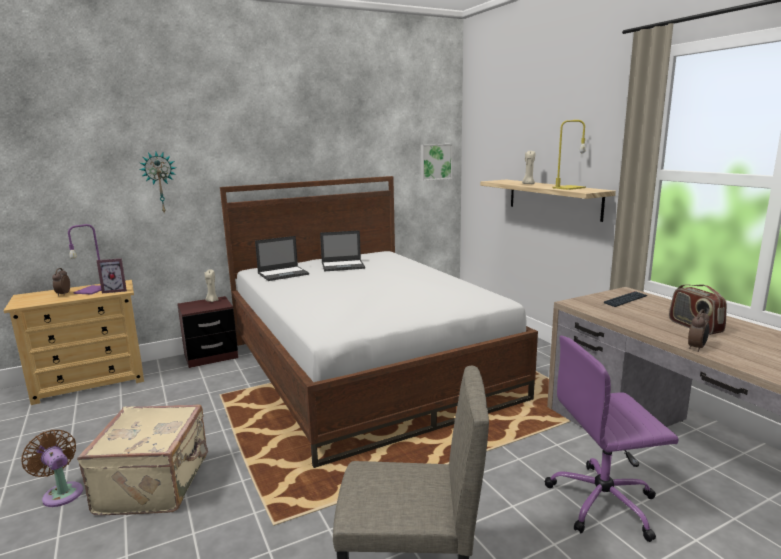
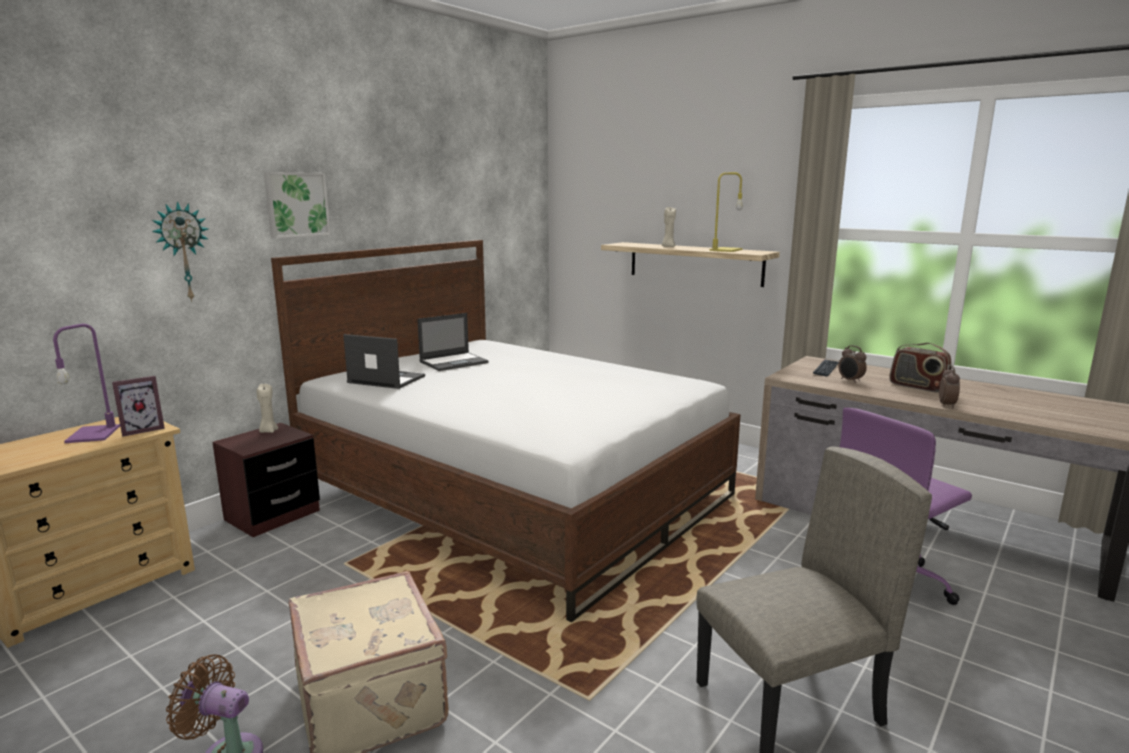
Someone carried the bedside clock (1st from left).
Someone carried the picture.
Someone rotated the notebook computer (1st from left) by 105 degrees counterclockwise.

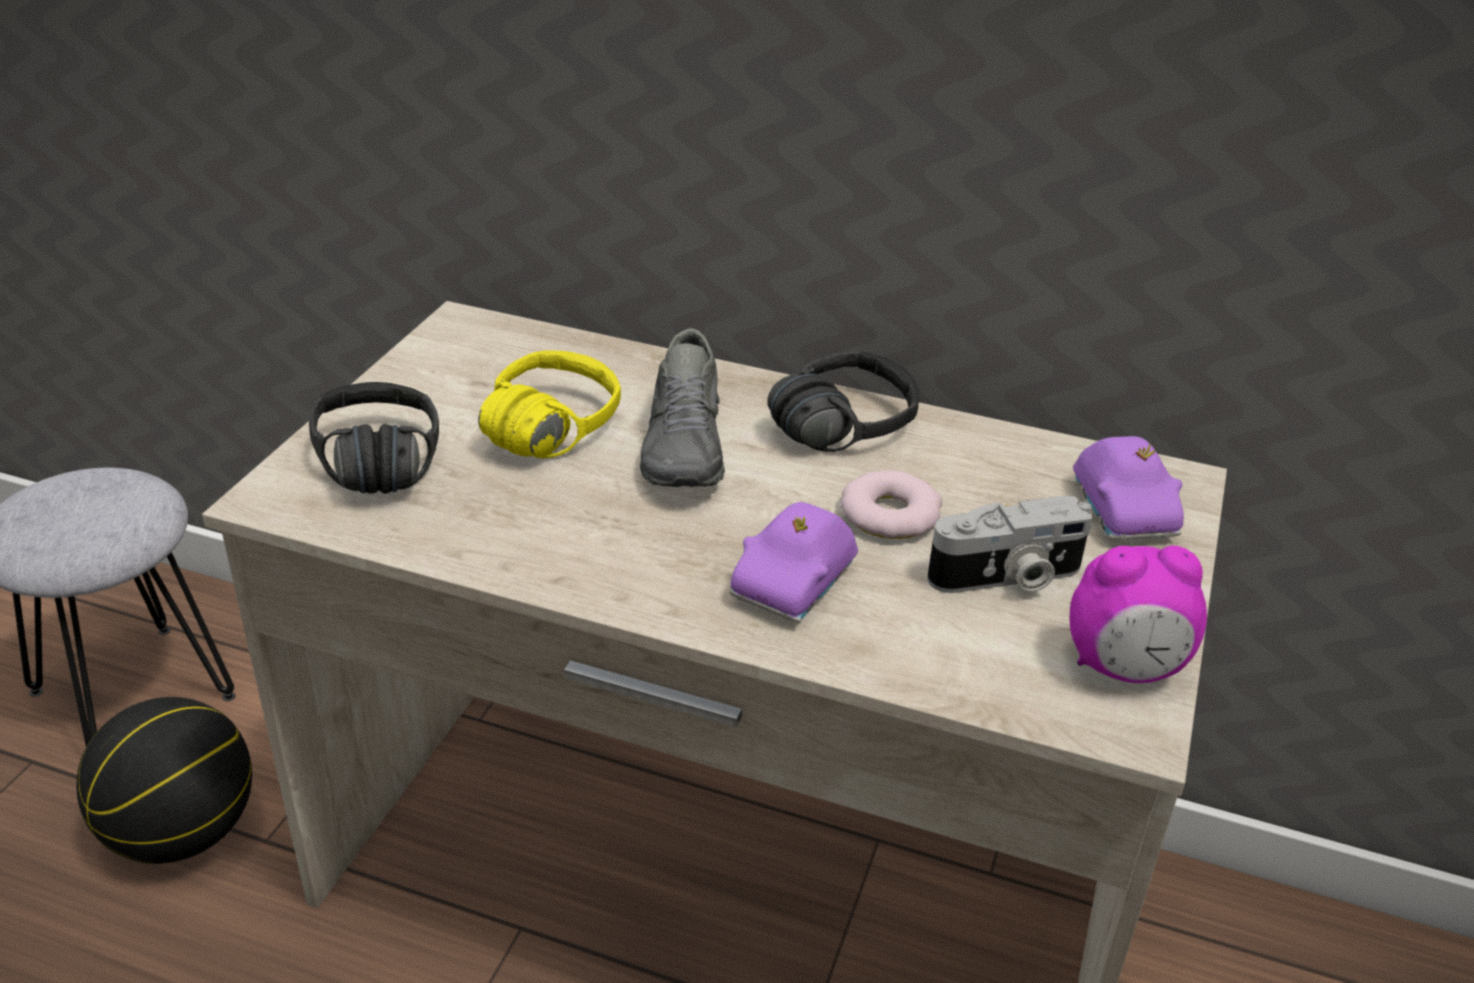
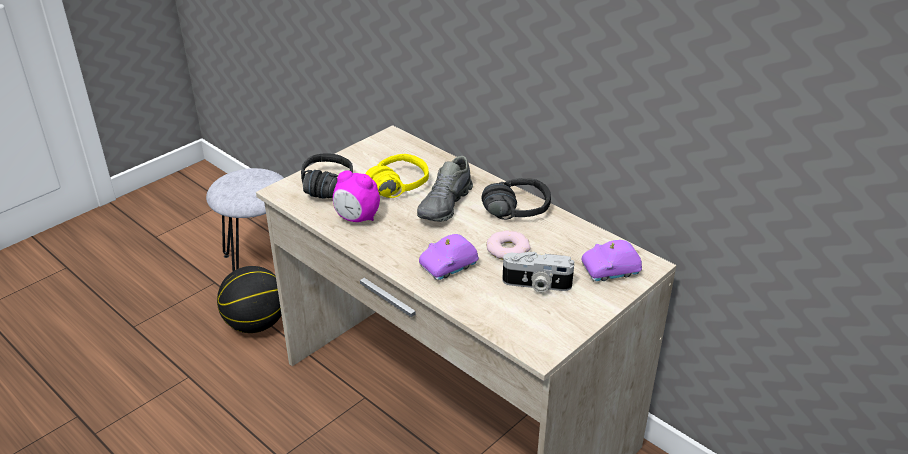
Someone carried the bedside clock.
Someone rotated the model car (purple) (2nd from left) by 60 degrees clockwise.

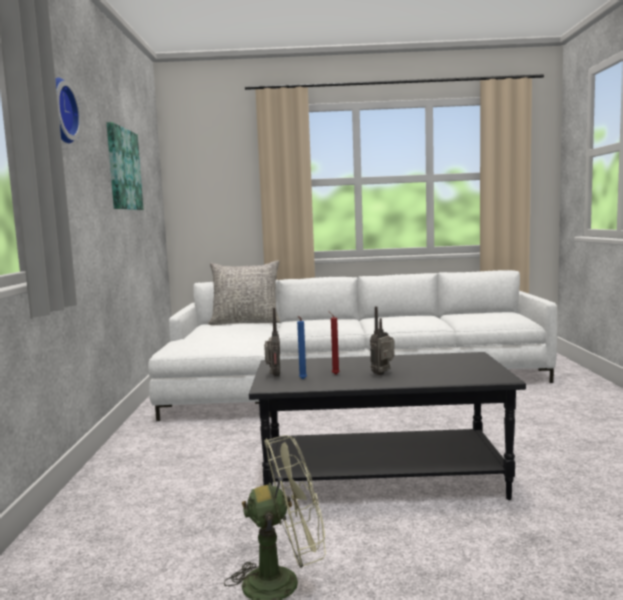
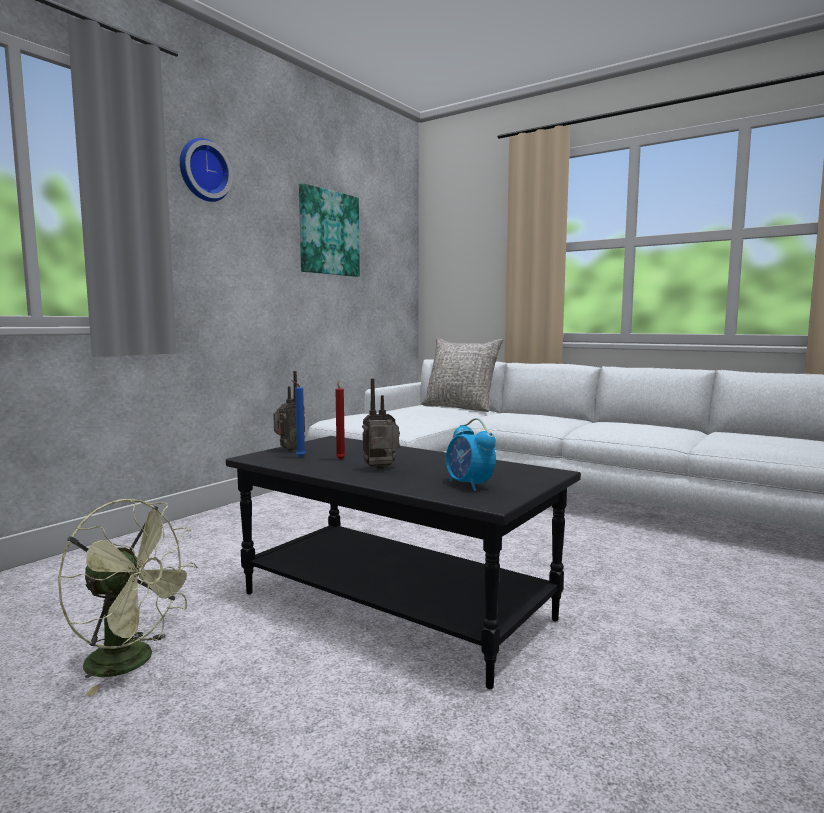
Someone put down the bedside clock.

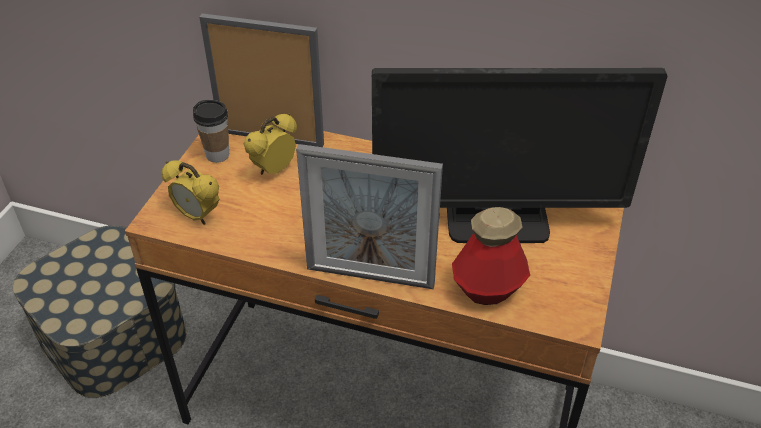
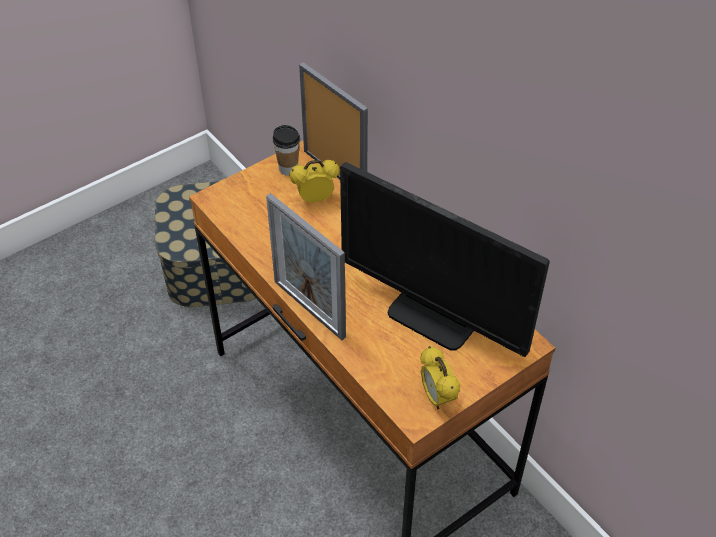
Someone took away the bottle.
Someone carried the bedside clock (1st from left in the first image).

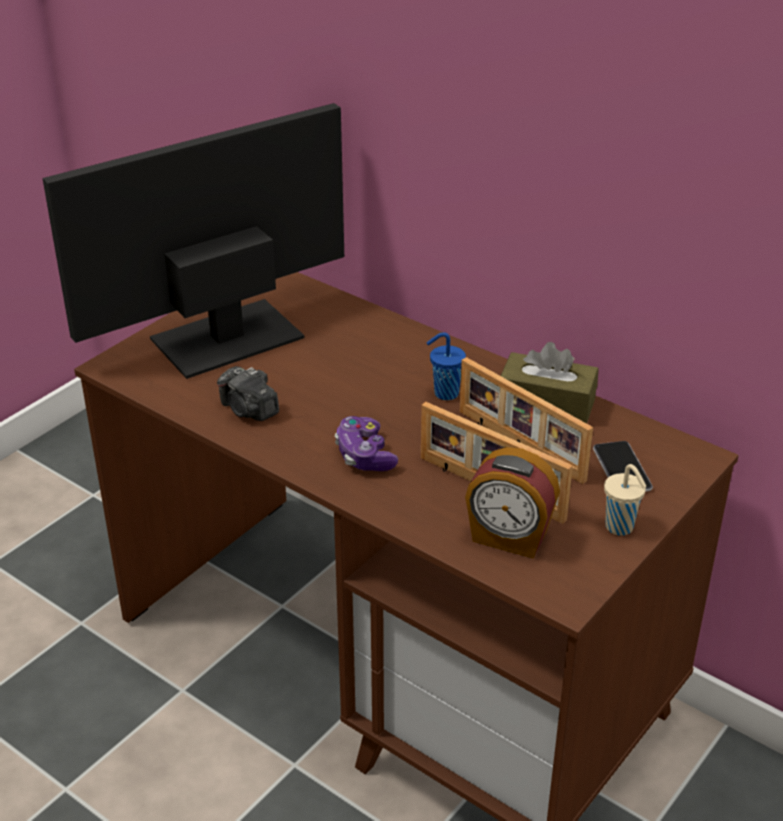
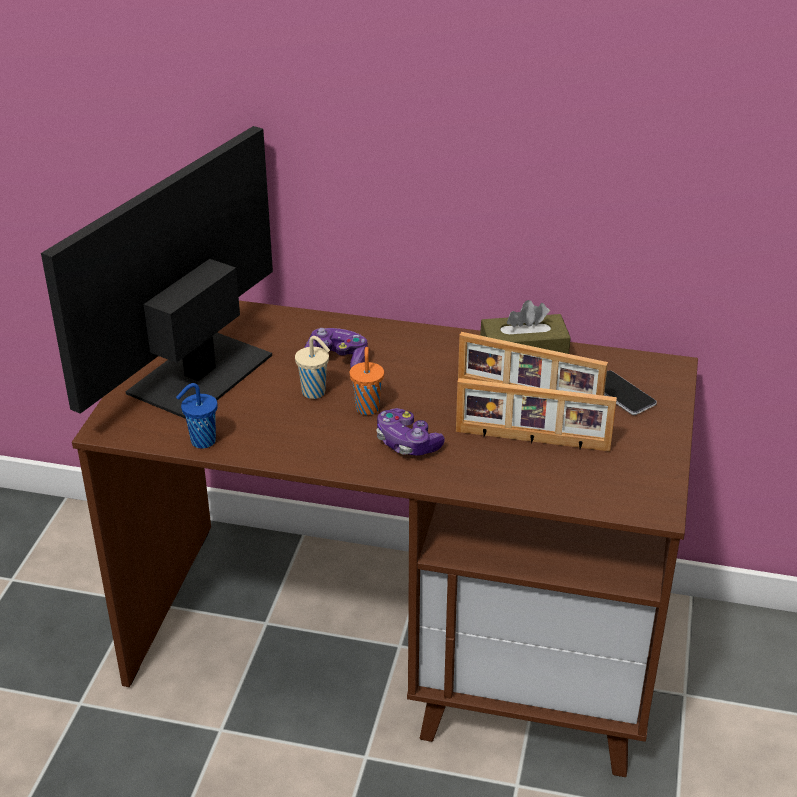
Someone took away the still camera.
Someone took away the bedside clock.
Someone put down the game controller (1st from left).
Someone put down the small cup (orangey).
Someone carried the small cup (blue-coloured).
Someone carried the small cup (beige-coloured).

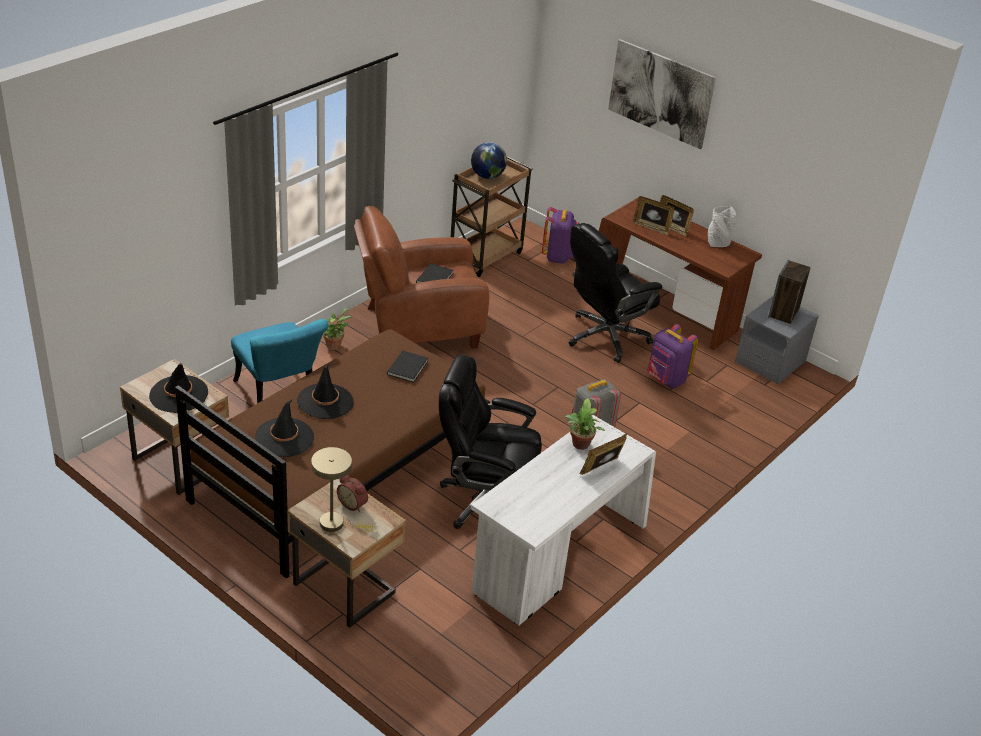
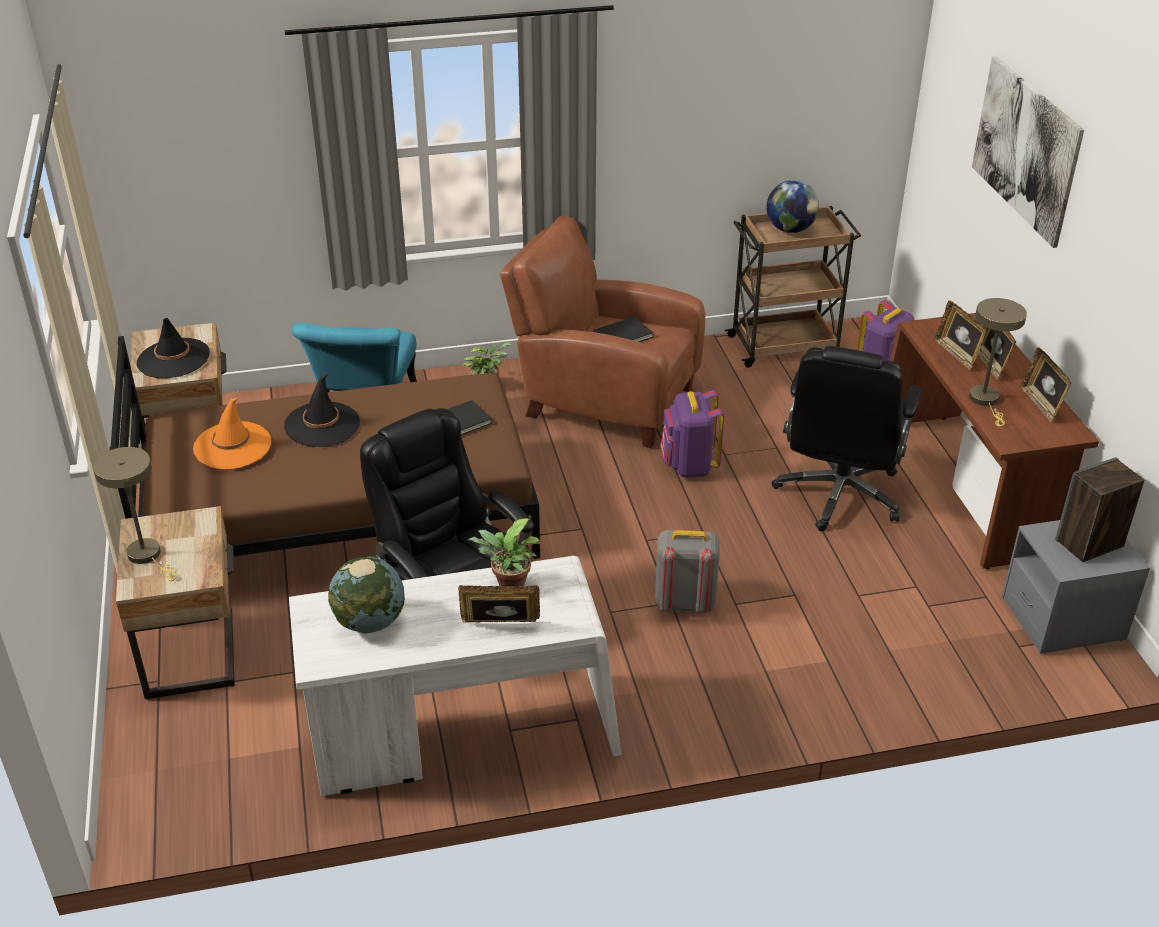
Someone took away the bedside clock.
Someone put down the world globe (1st from left).
Someone put down the tabletop lamp (beige-coloured) (2nd from left).
Someone carried the rucksack (purple) (2nd from left in the first image).
Someone swapped the decorative vase (greyish) for the picture frame (4th from left).
Someone repainted the clothing hat (black) (2nd from left), which became the clothing hat (orangey).
Someone rotated the office chair (black) (2nd from left) by 75 degrees counterclockwise.

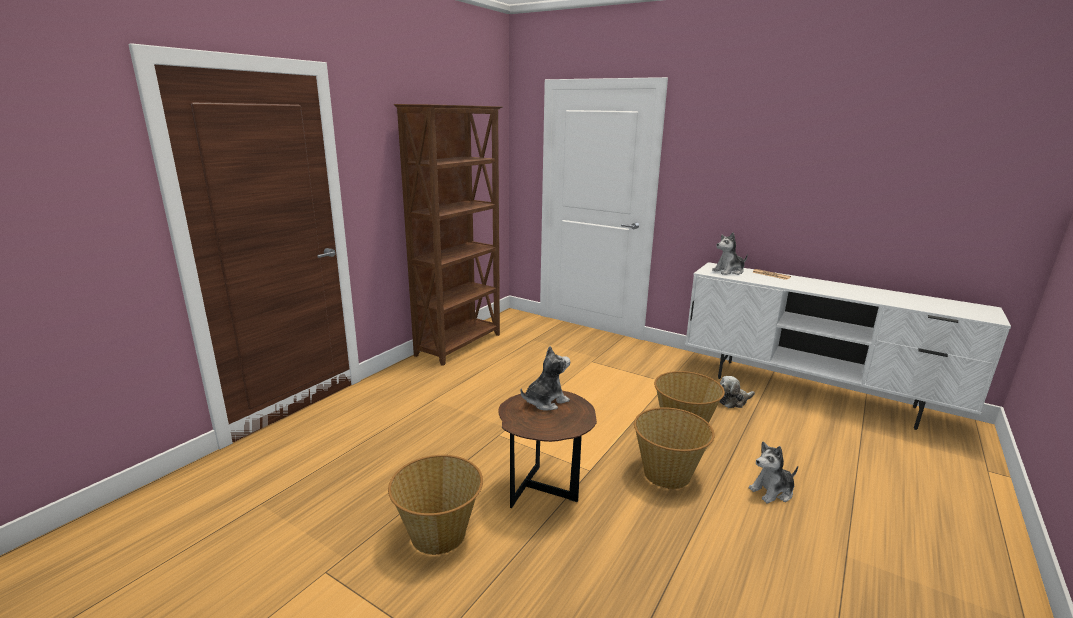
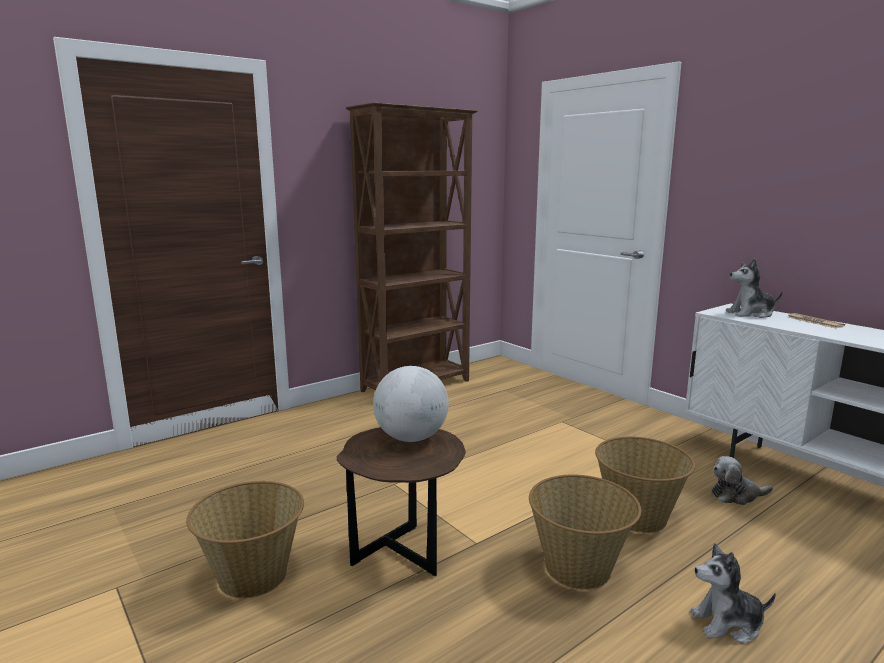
Someone swapped the cuddly toy (1st from left) for the world globe.

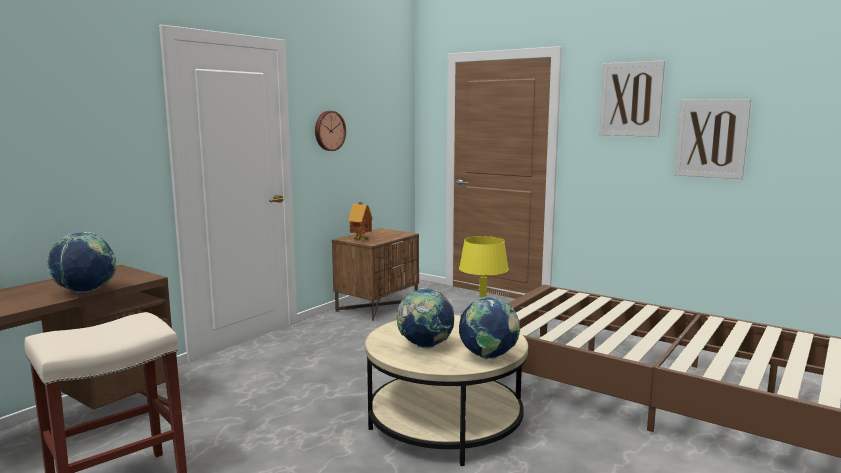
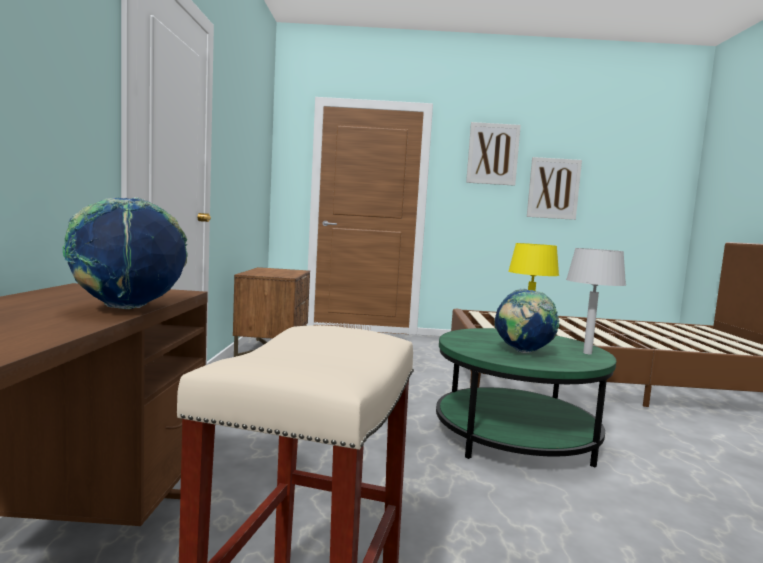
Someone took away the hanging clock.
Someone took away the model house.
Someone swapped the world globe (3rd from left) for the tabletop lamp (greyish).
Someone repainted the coffee table (beige-coloured), which became the coffee table (greenish).

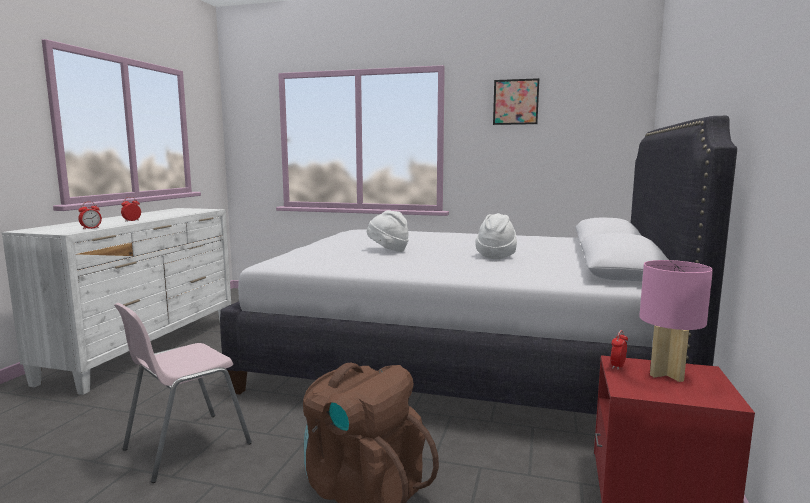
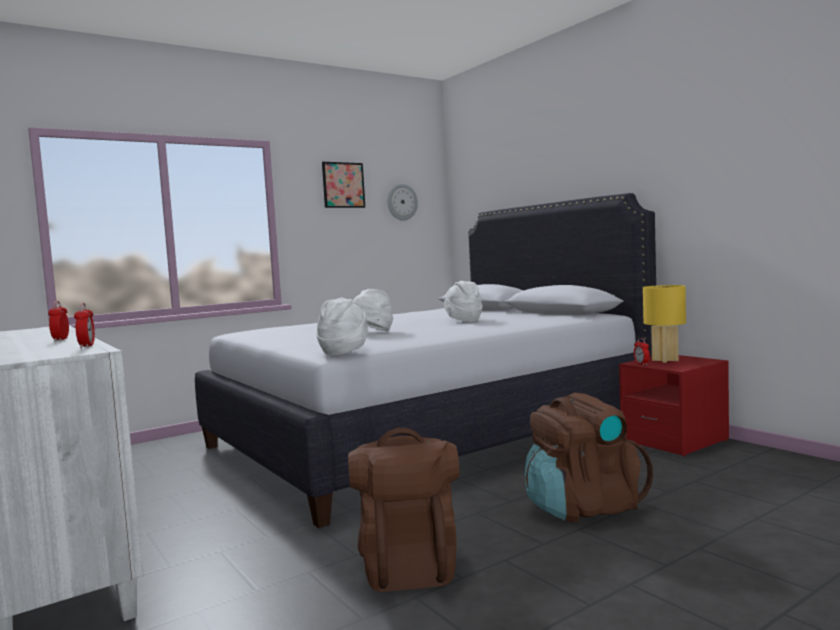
Someone put down the clothing hat (white) (1st from left).
Someone put up the hanging clock.
Someone swapped the upright chair (pink-coloured) for the rucksack (brownish) (1st from left).
Someone repainted the tabletop lamp (pink-coloured), which became the tabletop lamp (yellowish).

